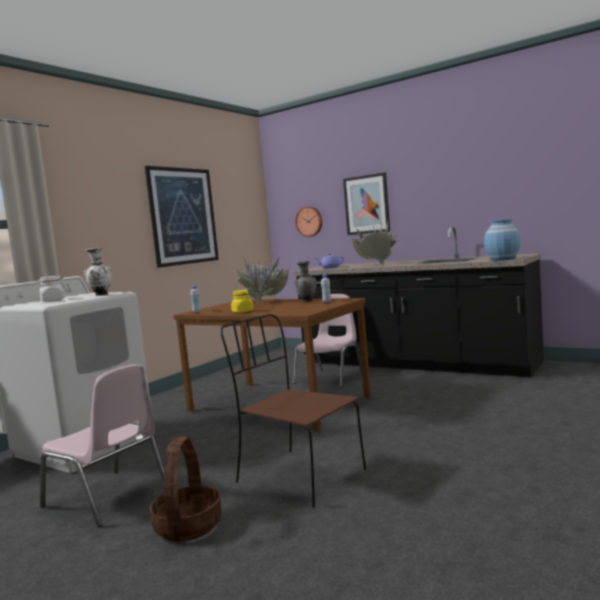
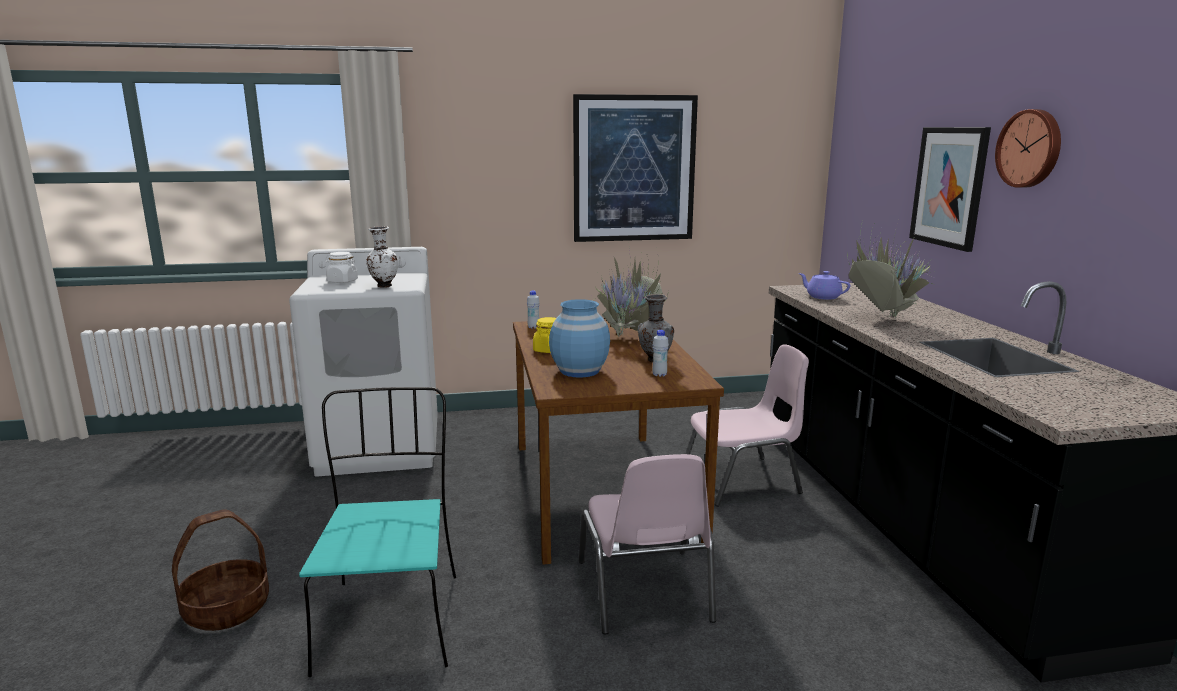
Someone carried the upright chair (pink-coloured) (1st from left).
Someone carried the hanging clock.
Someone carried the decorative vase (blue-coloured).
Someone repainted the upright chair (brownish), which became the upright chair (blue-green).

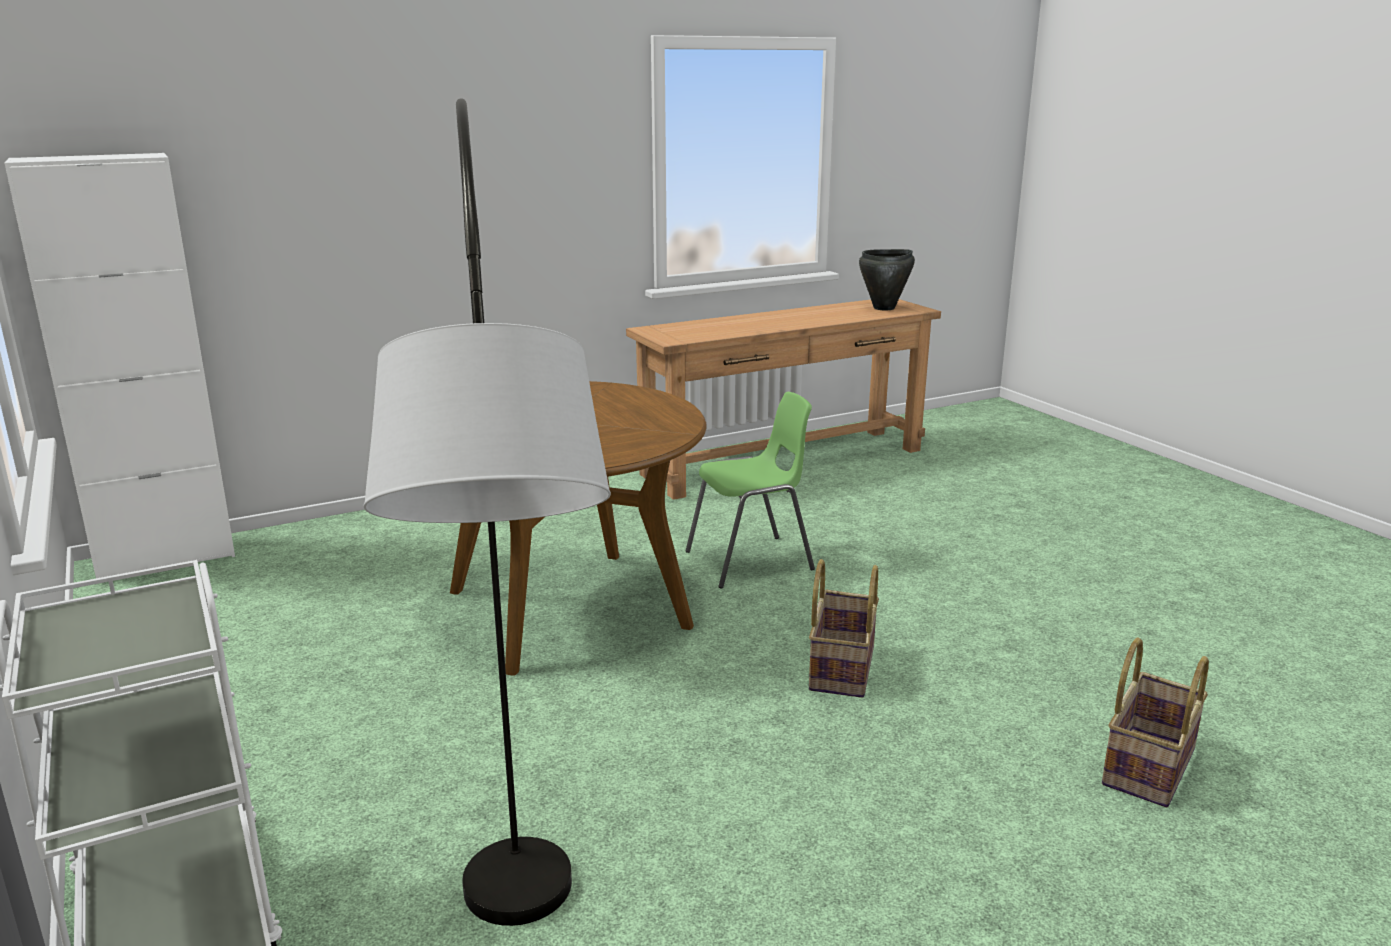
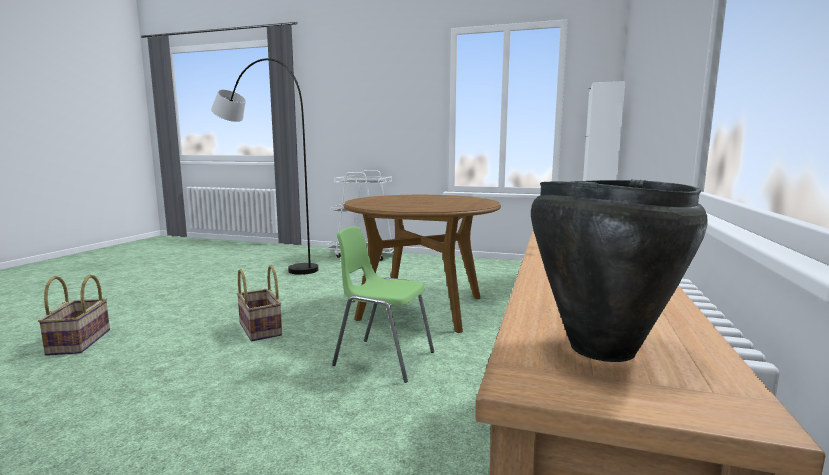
Someone rotated the upright chair (greenish) by 90 degrees clockwise.

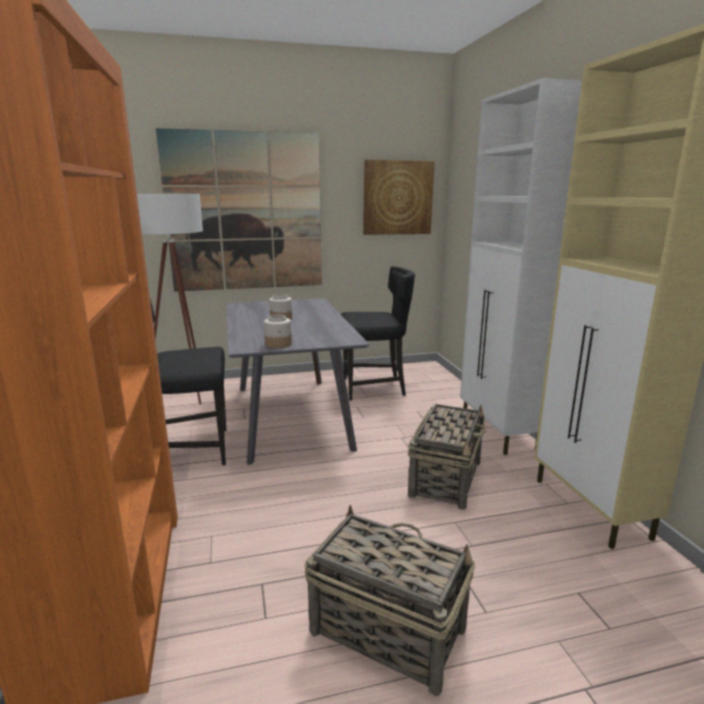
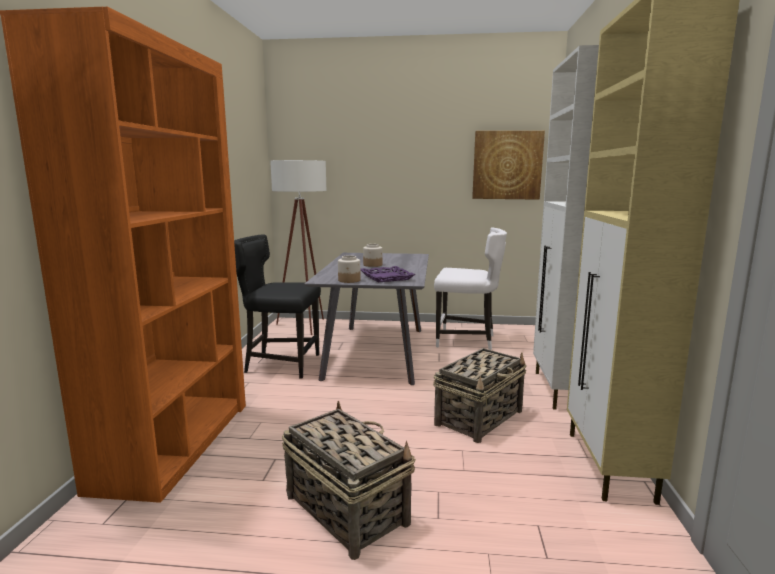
Someone took away the picture (1st from left).
Someone put down the carrying tray (purple).
Someone repainted the upright chair (black) (2nd from left), which became the upright chair (white).

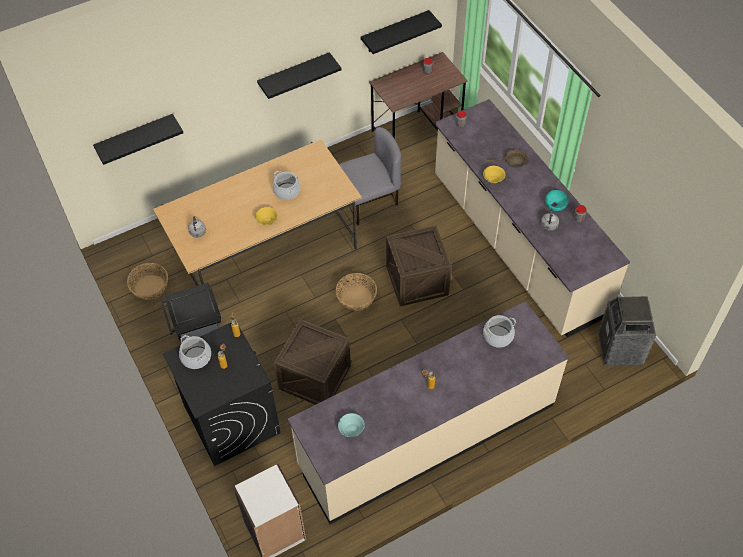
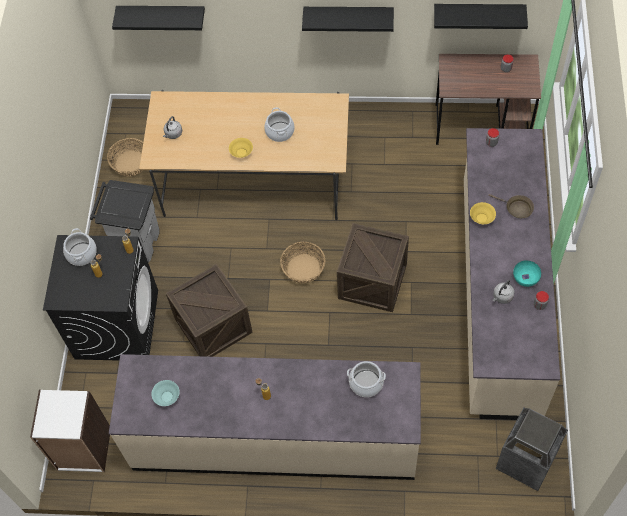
Someone took away the upright chair (greyish).

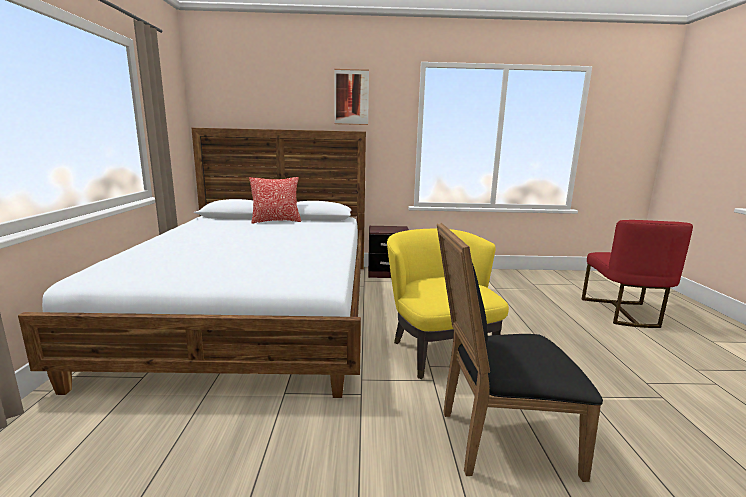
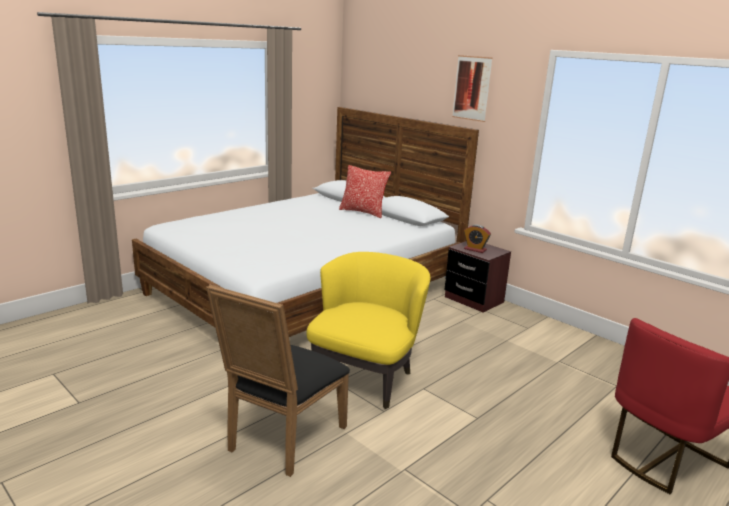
Someone put down the bedside clock.
Someone rotated the upright chair (black) by 105 degrees counterclockwise.

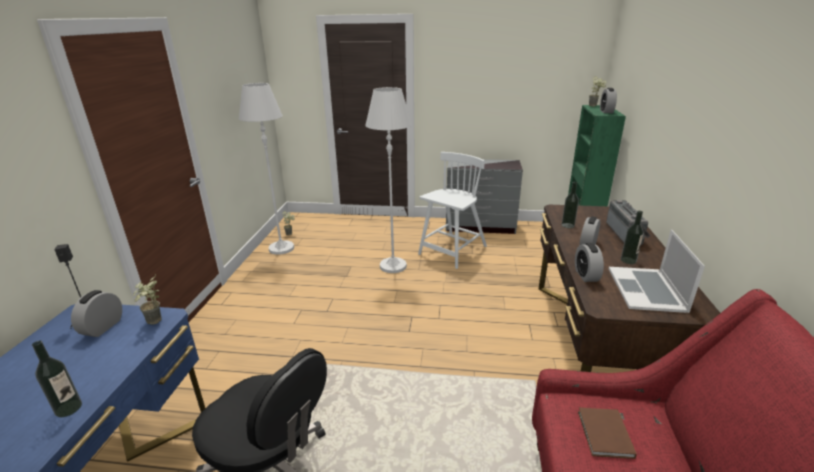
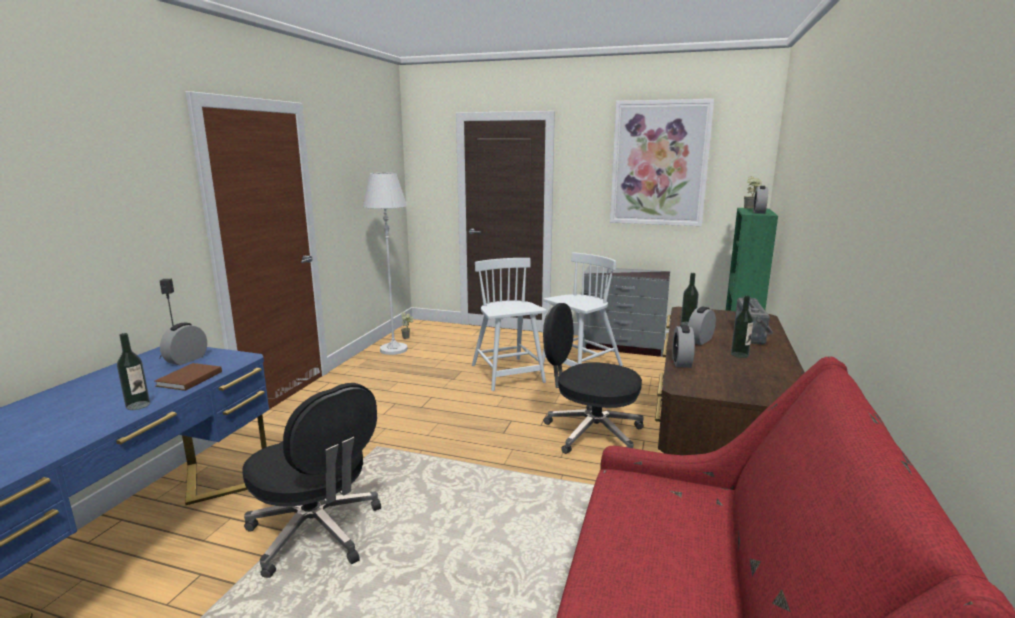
Someone took away the houseplant (1st from left).
Someone took away the notebook computer.
Someone put down the office chair (black) (2nd from left).
Someone put up the picture.
Someone carried the volume (brownish).
Someone swapped the floor lamp (white) (2nd from left) for the upright chair (white) (1st from left).

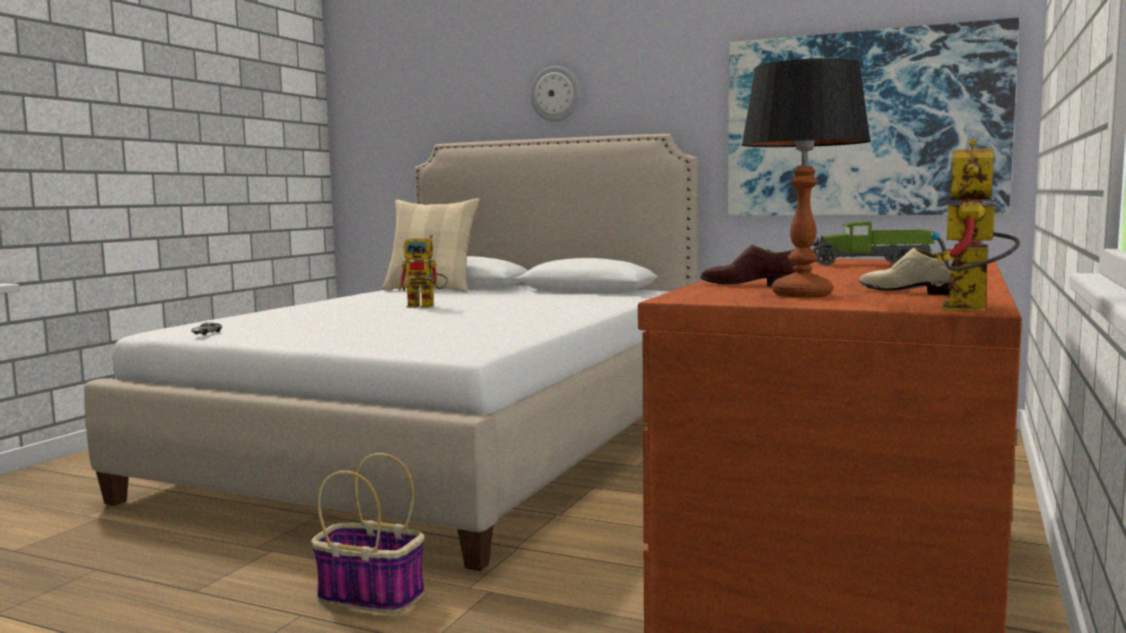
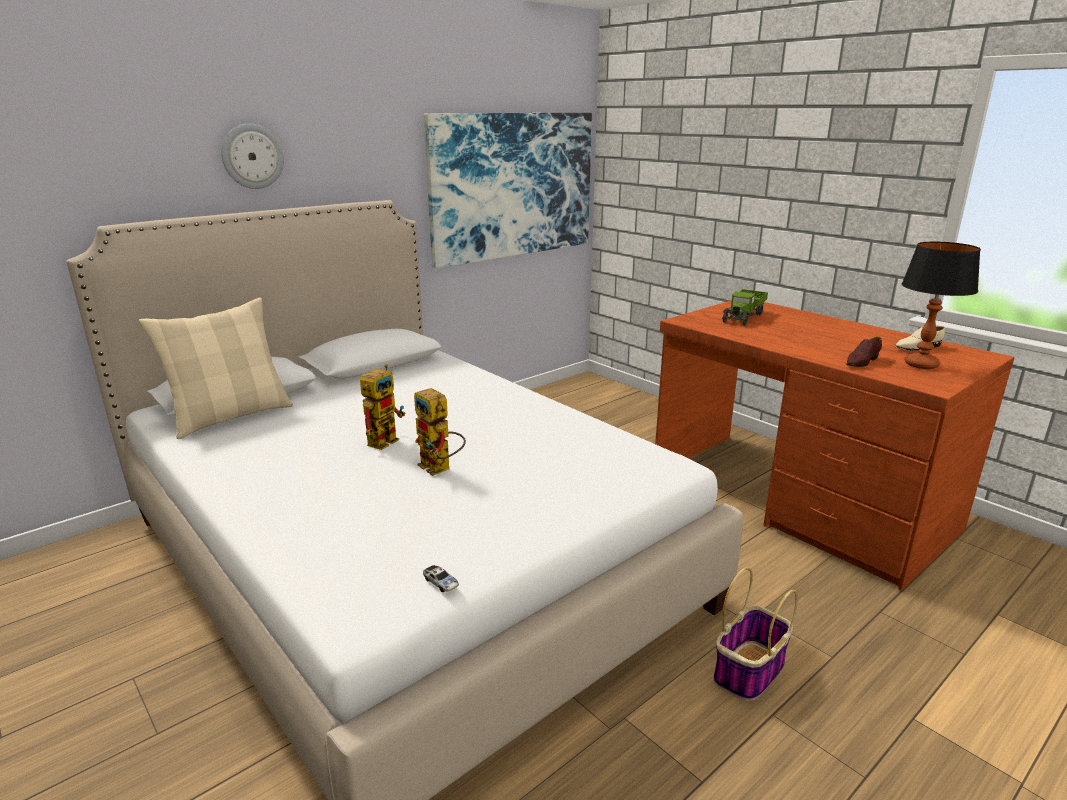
Someone carried the model robot (2nd from left).

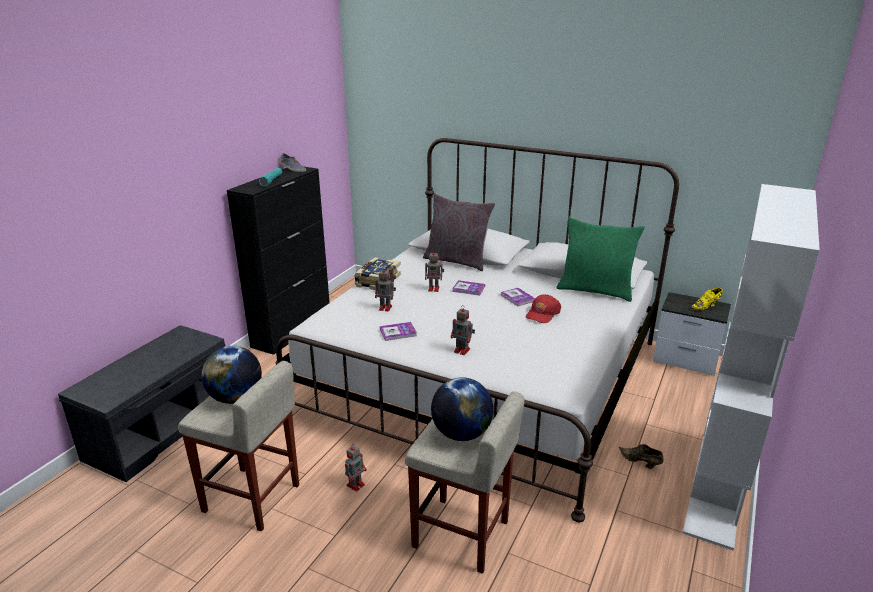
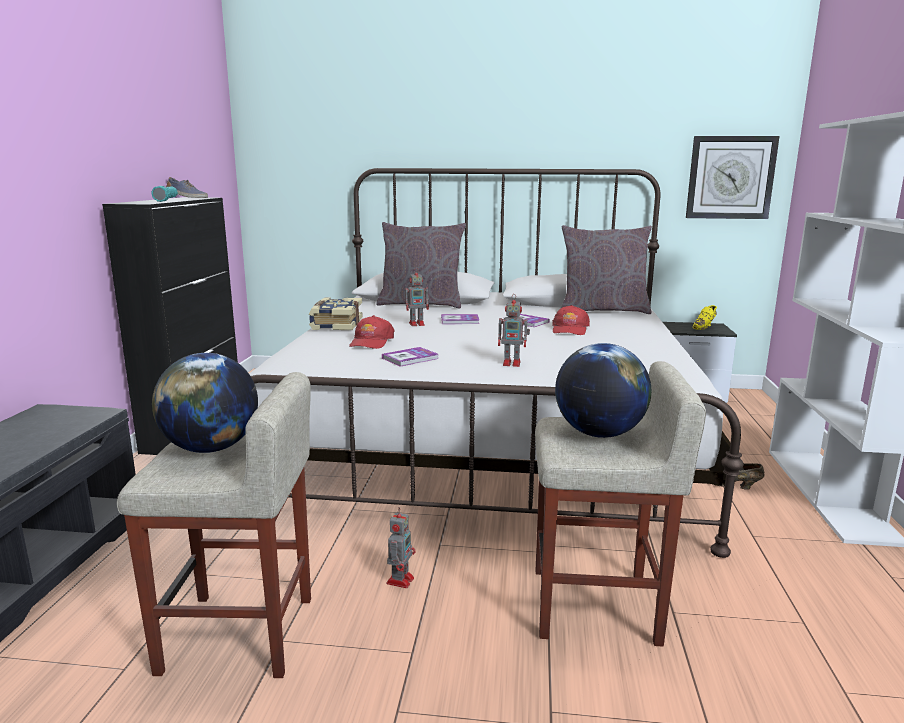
Someone put up the hanging clock.
Someone swapped the model robot (2nd from left) for the peaked cap (red-coloured) (1st from left).
Someone repainted the cushion (greenish), which became the cushion (greyish) (2nd from left).

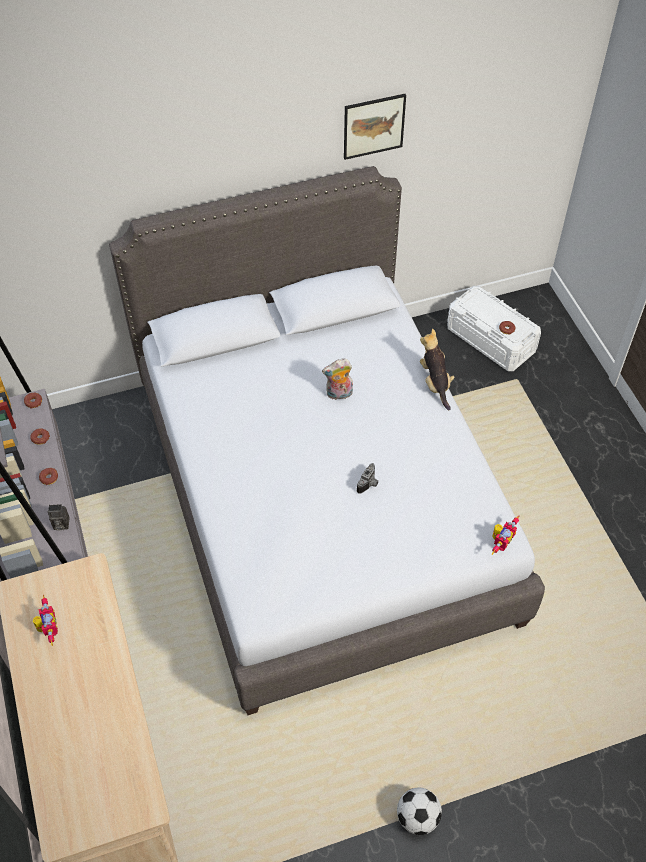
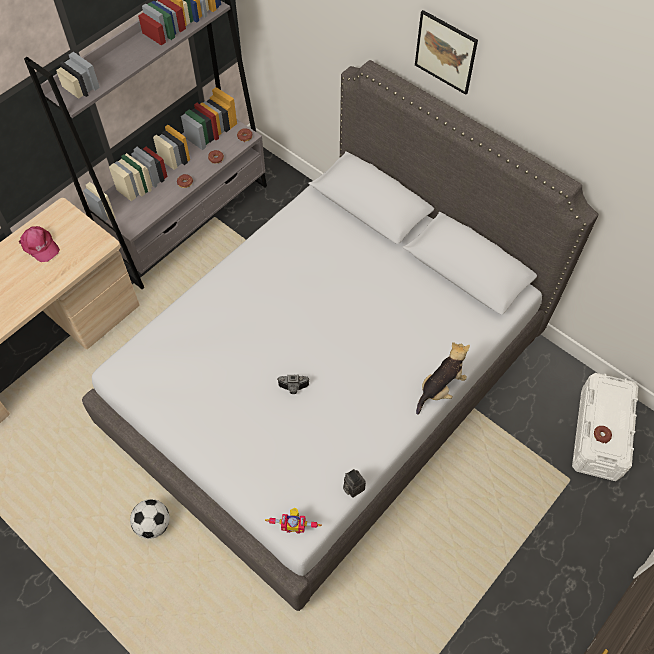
Someone took away the cuddly toy (1st from left).
Someone carried the still camera (1st from left in the first image).
Someone carried the picture.
Someone carried the football.
Someone swapped the model robot (1st from left) for the peaked cap (pink-coloured).

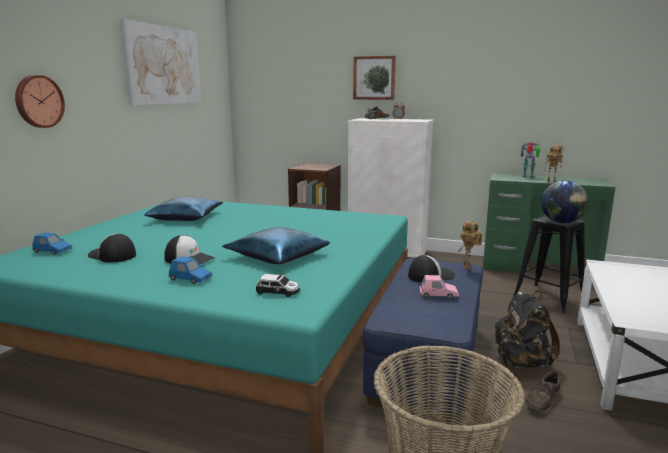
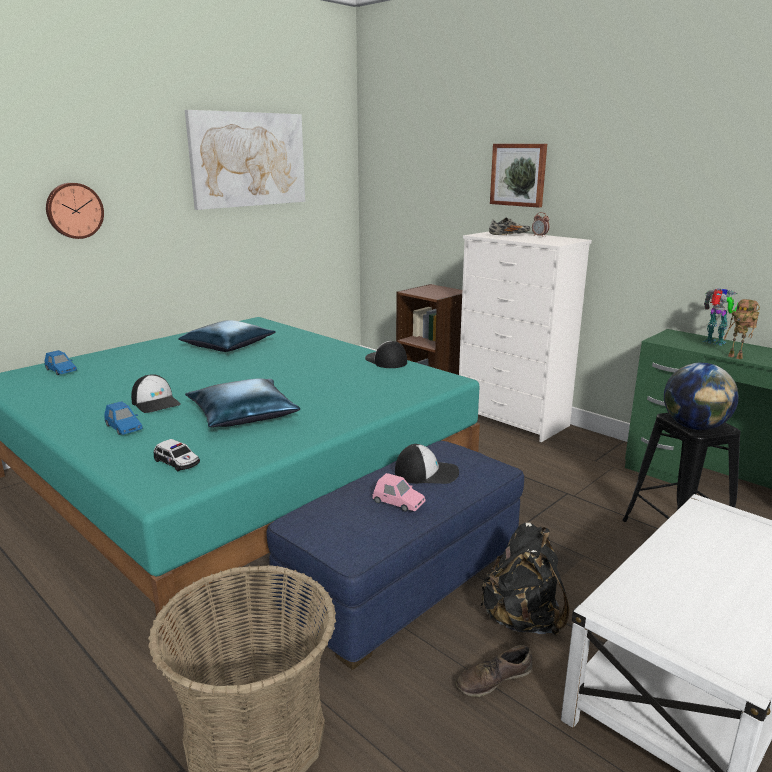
Someone took away the model robot (1st from left).
Someone carried the peaked cap (1st from left in the first image).

